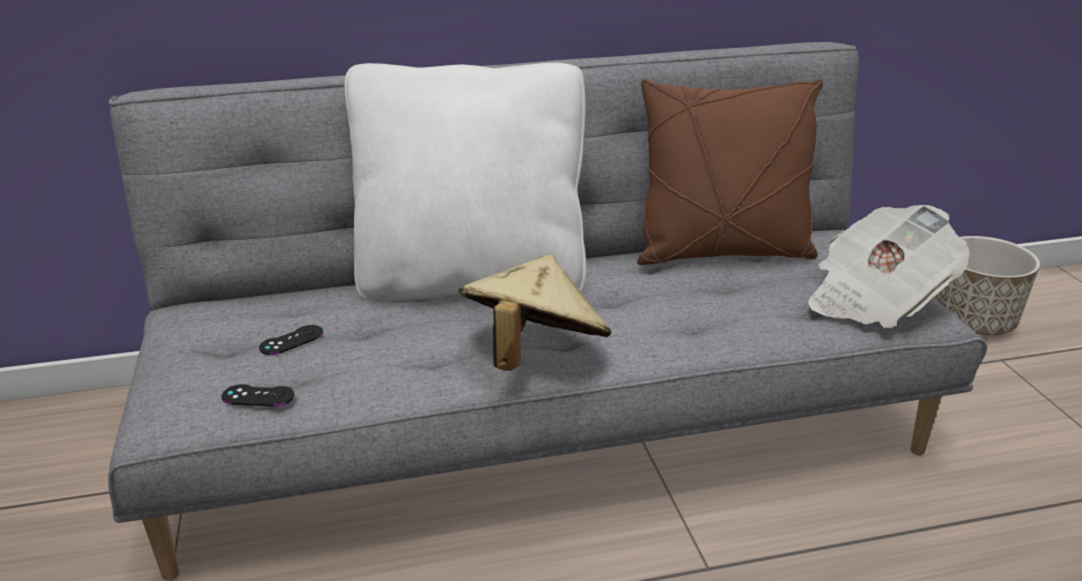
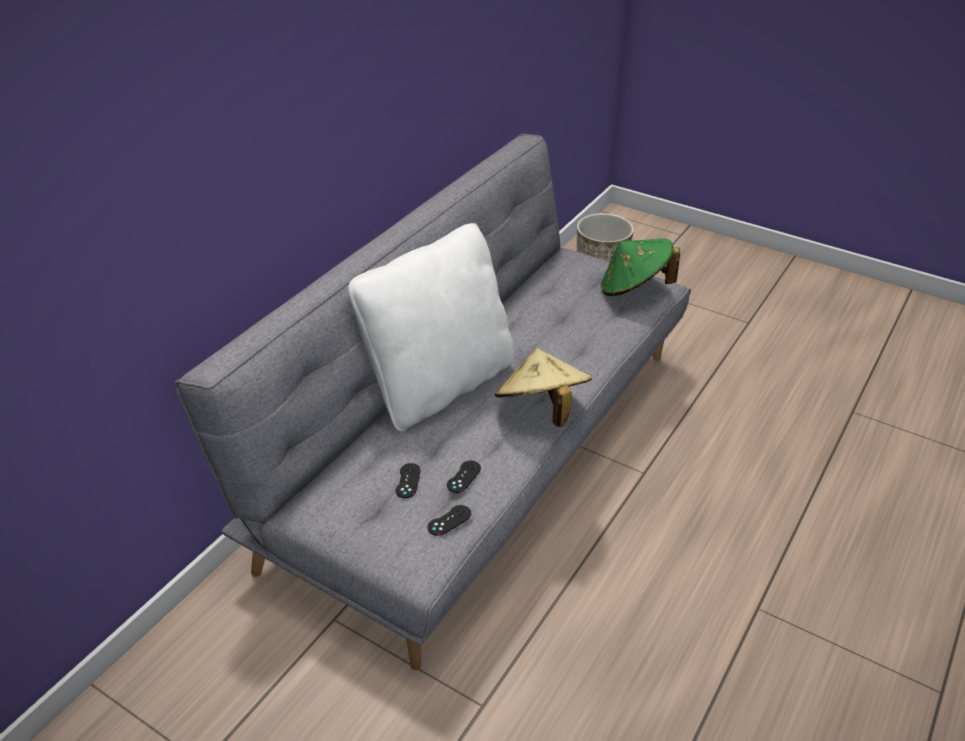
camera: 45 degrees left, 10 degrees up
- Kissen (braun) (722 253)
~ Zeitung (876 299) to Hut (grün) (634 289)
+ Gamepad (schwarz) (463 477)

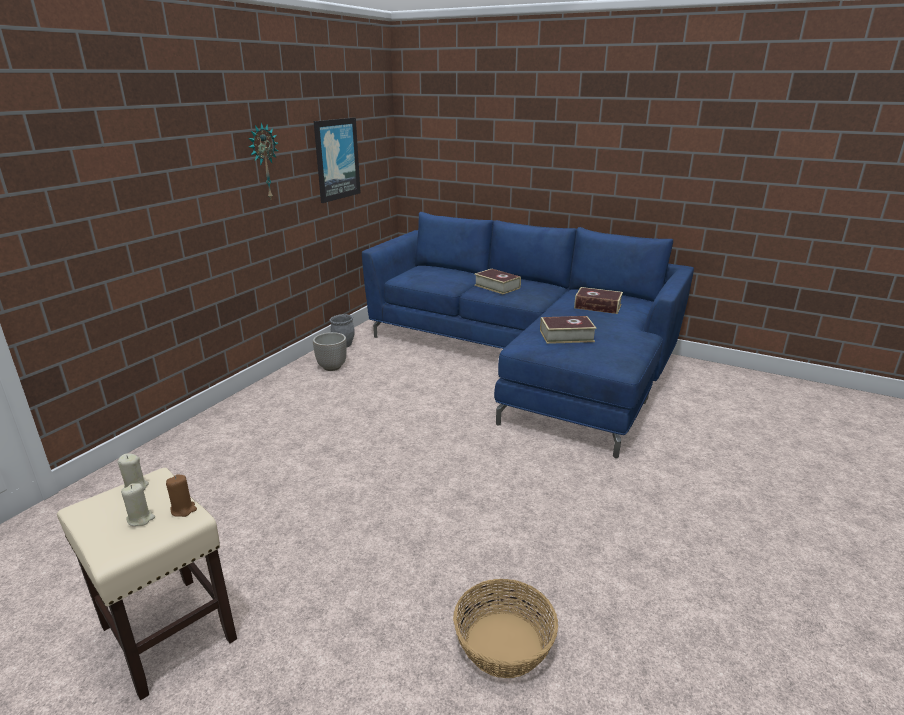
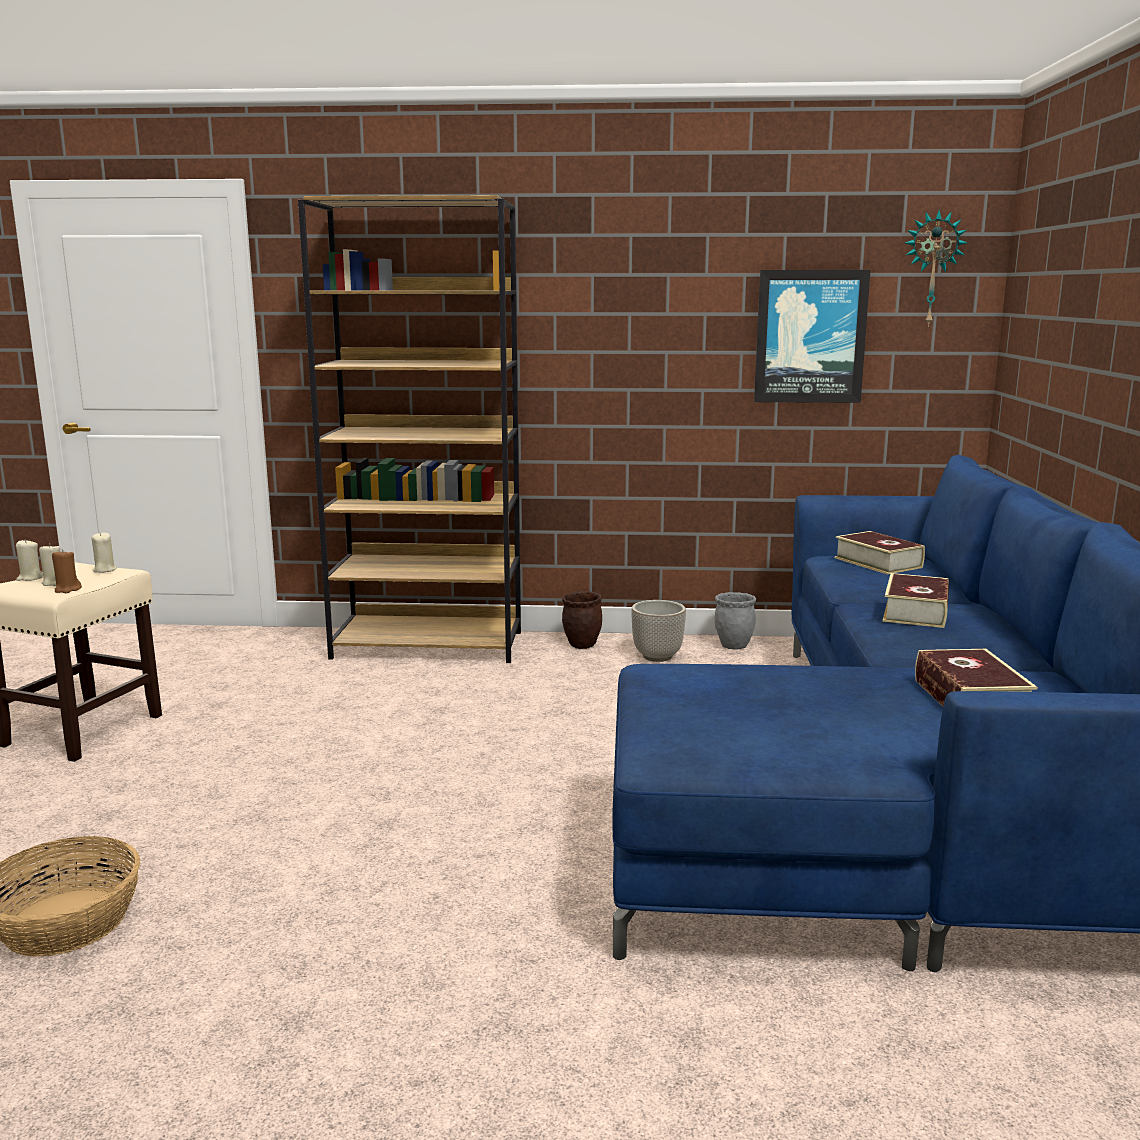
camera: 65 degrees right, 10 degrees down
~ Wanduhr (263 162) to (932 269)
~ Buch (566 336) to (878 562)
+ Bücherregal (braun) (429 645)
+ Kerze (beige) (30 578)
+ Pflanzkübel (braun) (581 645)

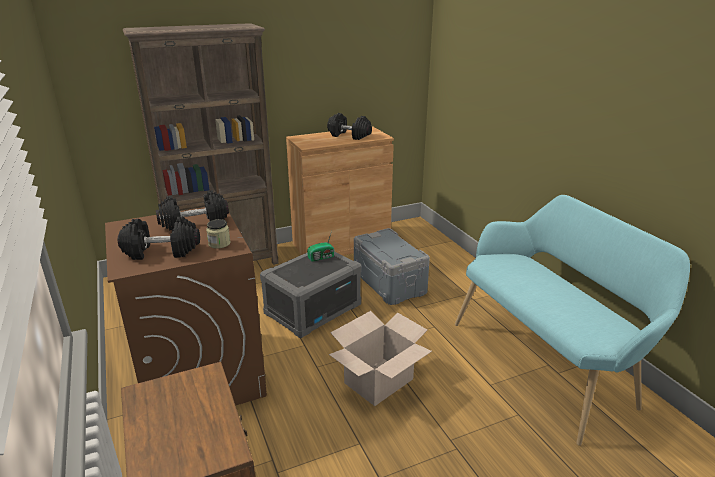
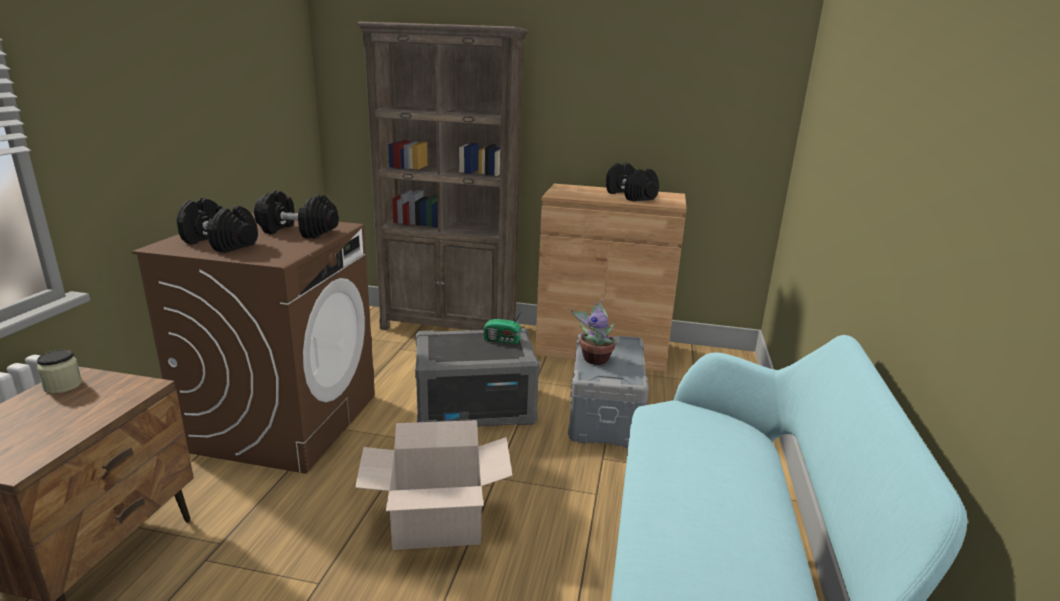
camera: 35 degrees right, 5 degrees down
~ Vorratsglas (219 243) to (63 386)
+ Topfpflanze (594 358)

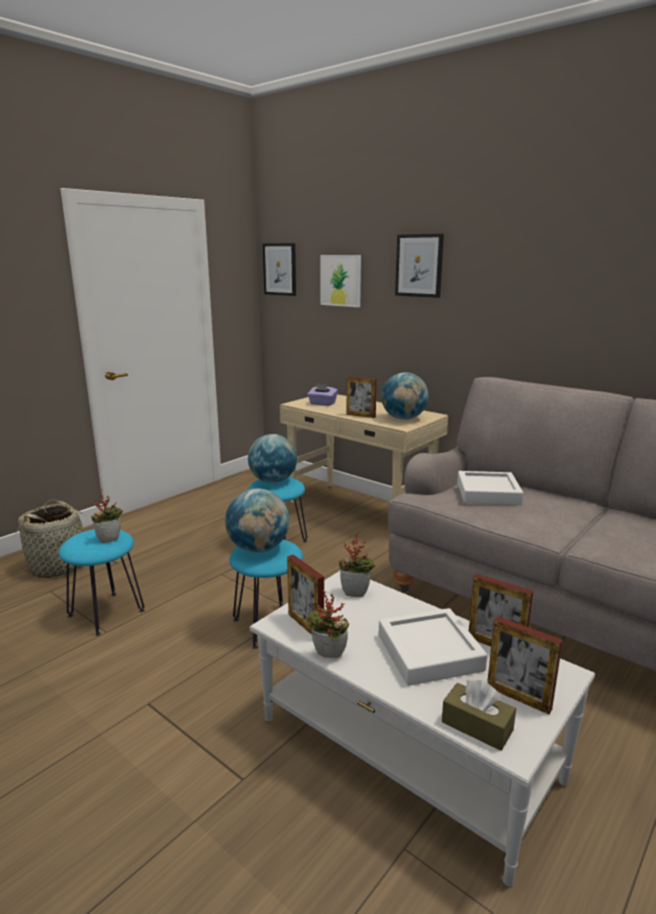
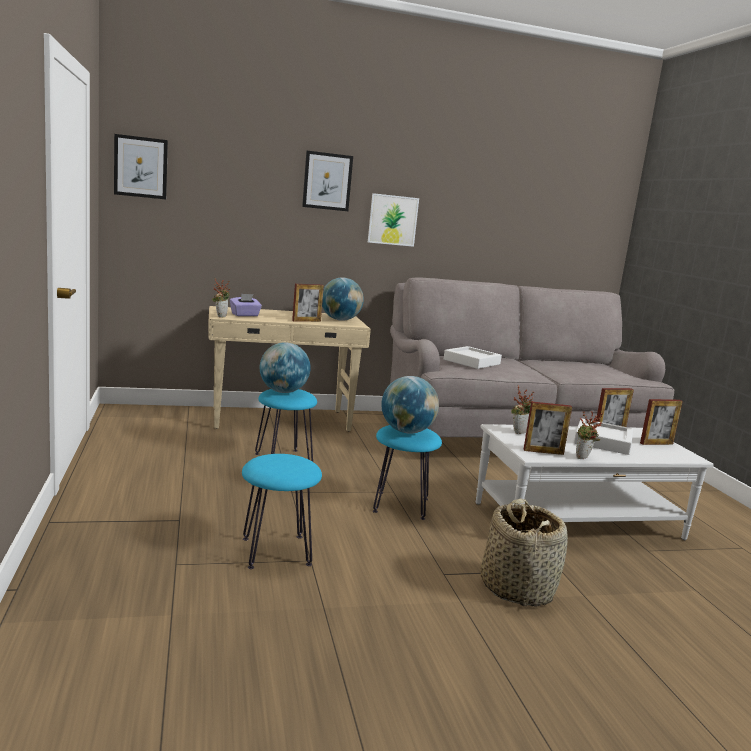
camera: 55 degrees left, 5 degrees down
~ Bild (341 280) to (392 220)
~ Topfpflanze (110 539) to (220 316)
~ Korb (60 566) to (517 588)
- Taschentuchbox (braun) (477 726)

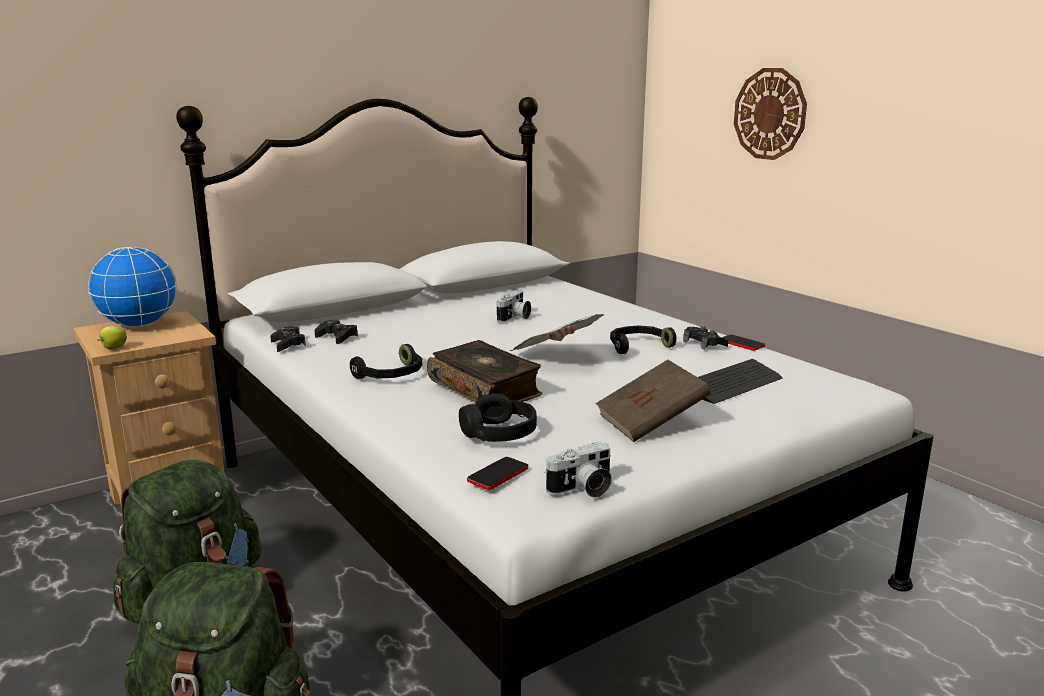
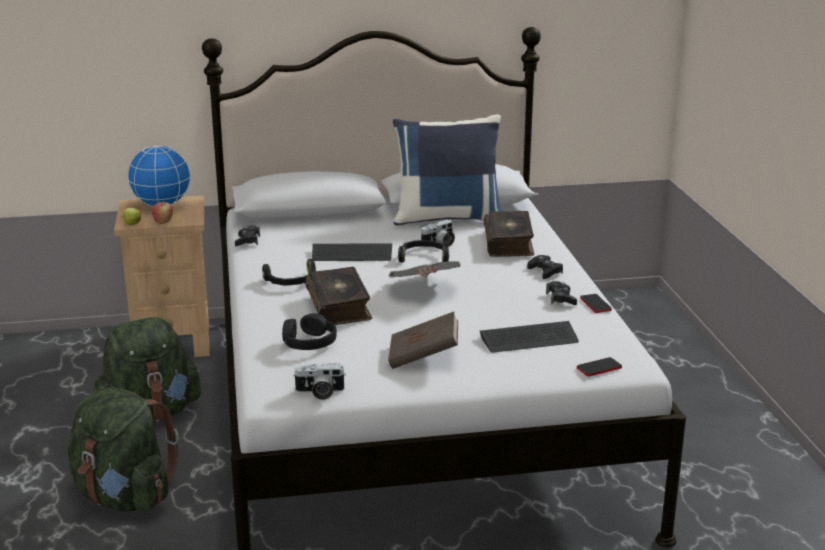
camera: 25 degrees right, 5 degrees up
- Wanduhr (770 114)
~ Gamepad (schwarz) (337 337) to (545 271)
~ Kopfhörer (schwarz) (637 346) to (423 257)
~ Handy (498 474) to (599 368)
+ Kissen (blau) (448 217)
+ Apfel (163 222)
+ Buch (509 243)
+ Tastatur (352 254)

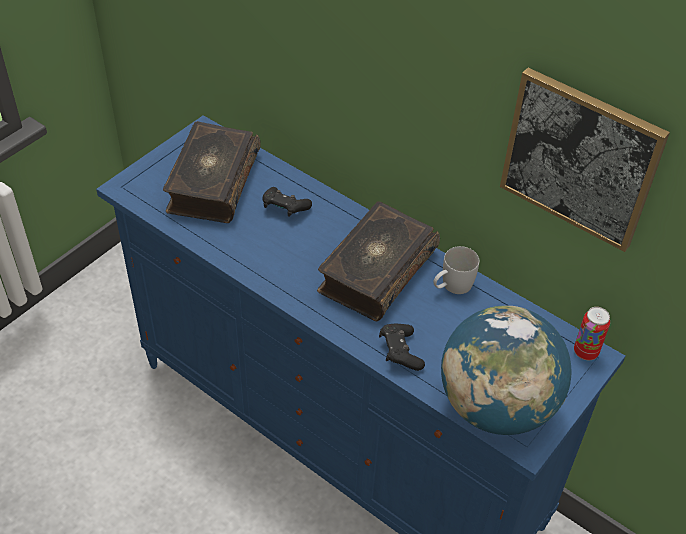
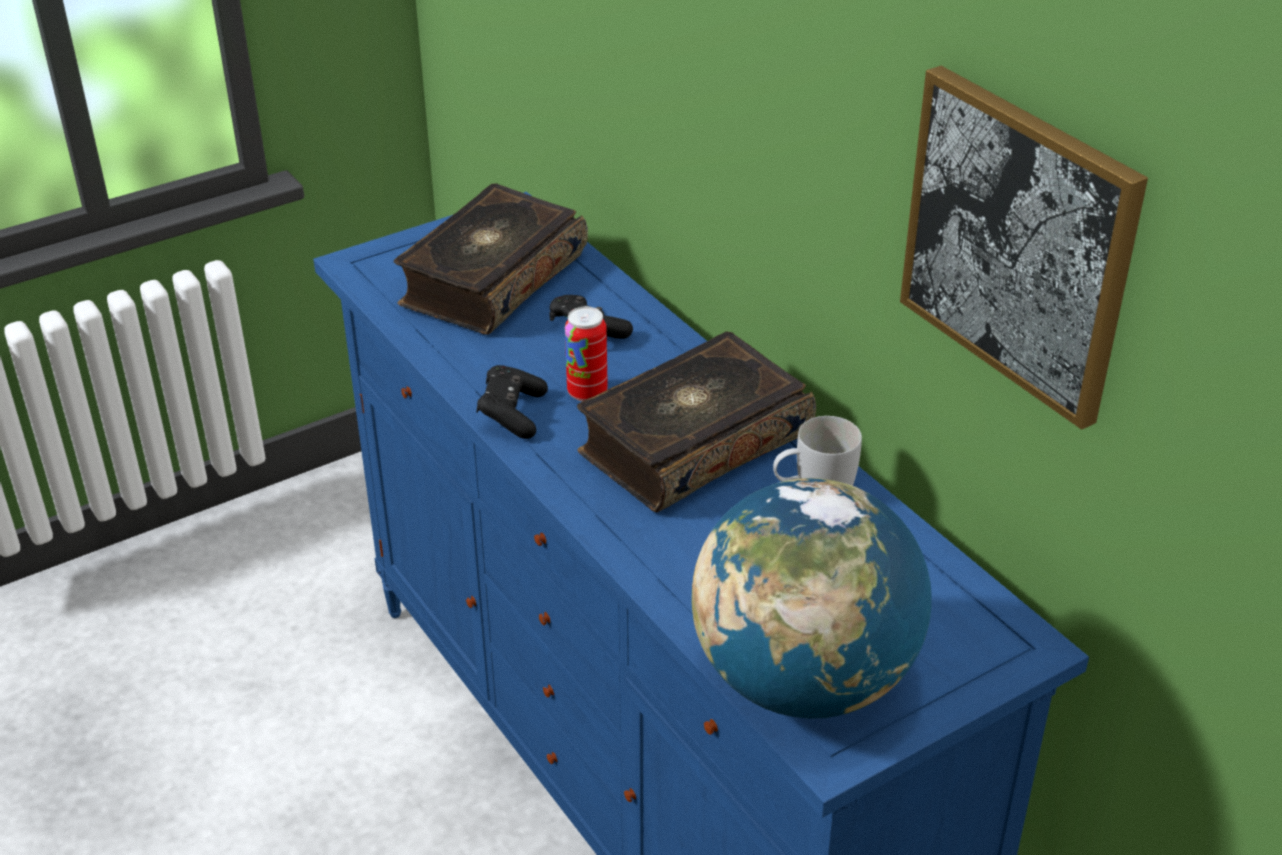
camera: 20 degrees right, 10 degrees down
~ Dose (585 352) to (587 393)
~ Gamepad (schwarz) (400 352) to (512 414)

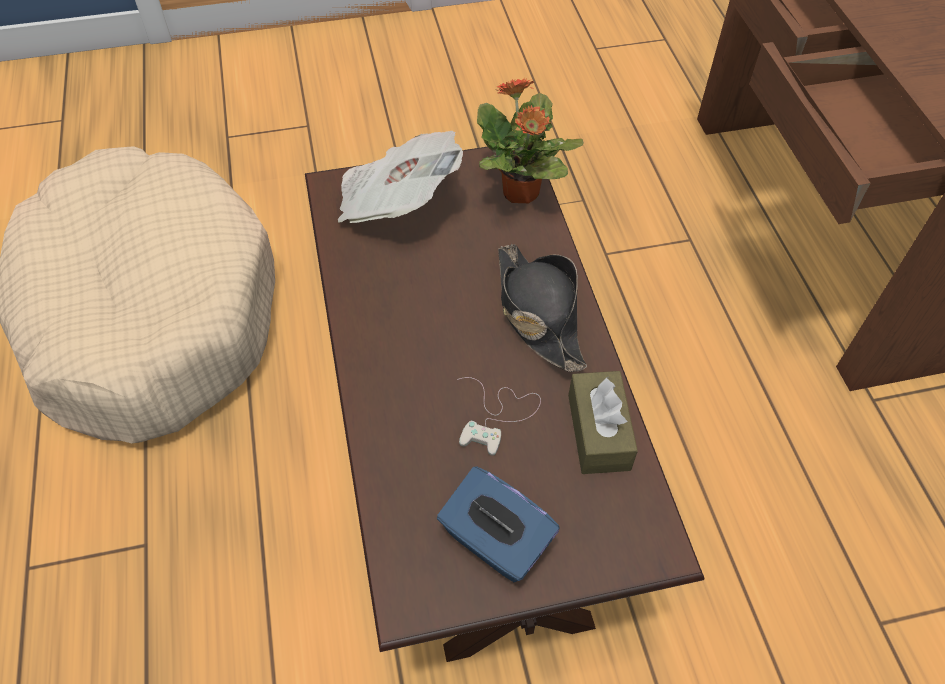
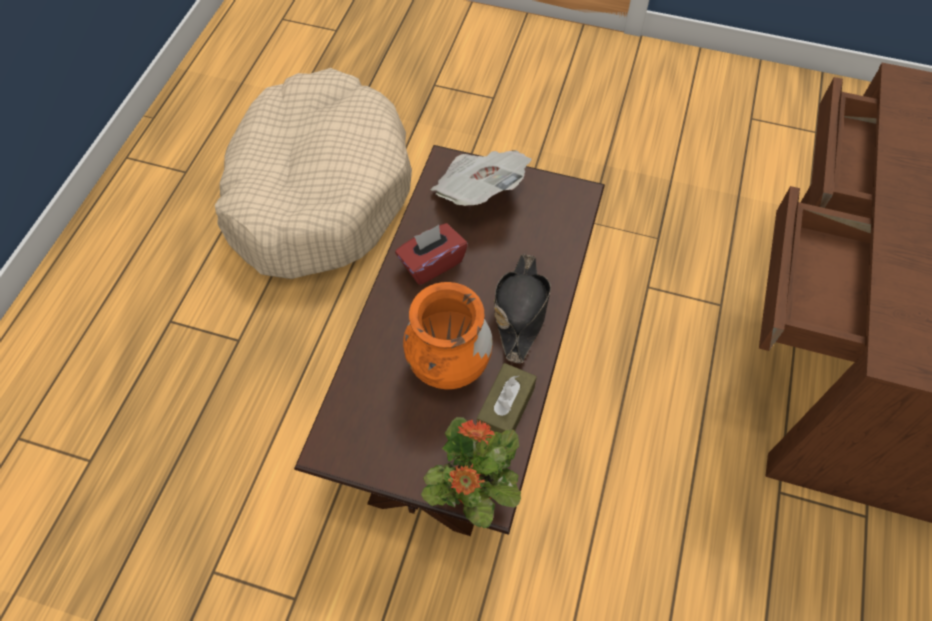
camera: 30 degrees right, 5 degrees up
~ Topfpflanze (520 193) to (472 493)
~ Gamepad (weiß) (497 415) to Vase (orange) (449 366)
- Taschentuchbox (blau) (495 541)
+ Taschentuchbox (rot) (431 263)

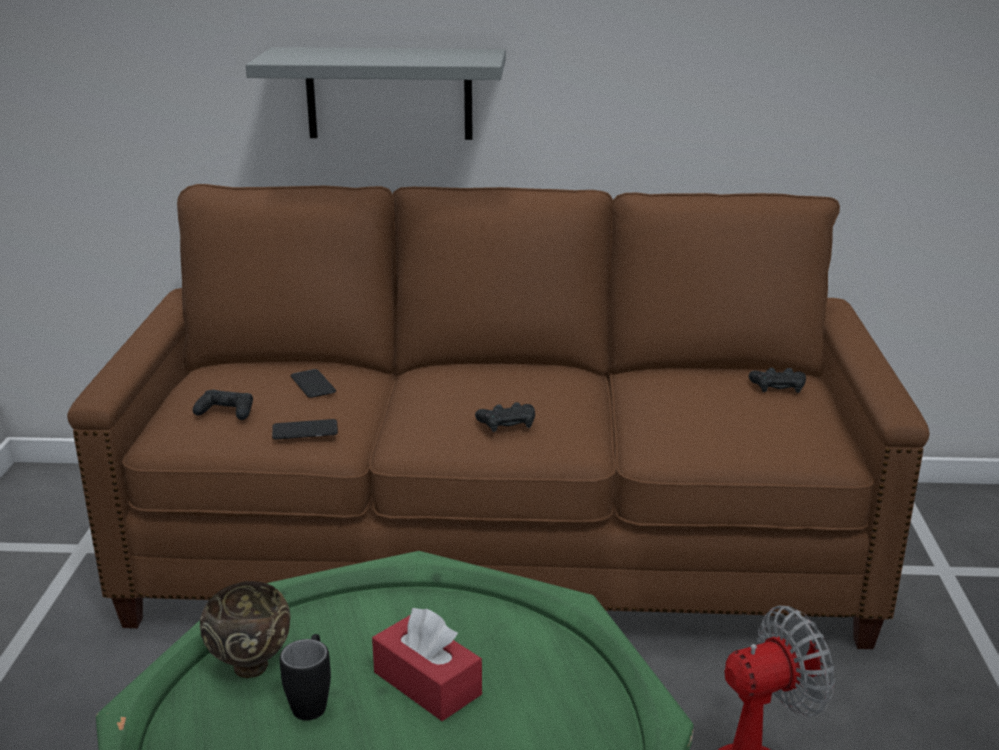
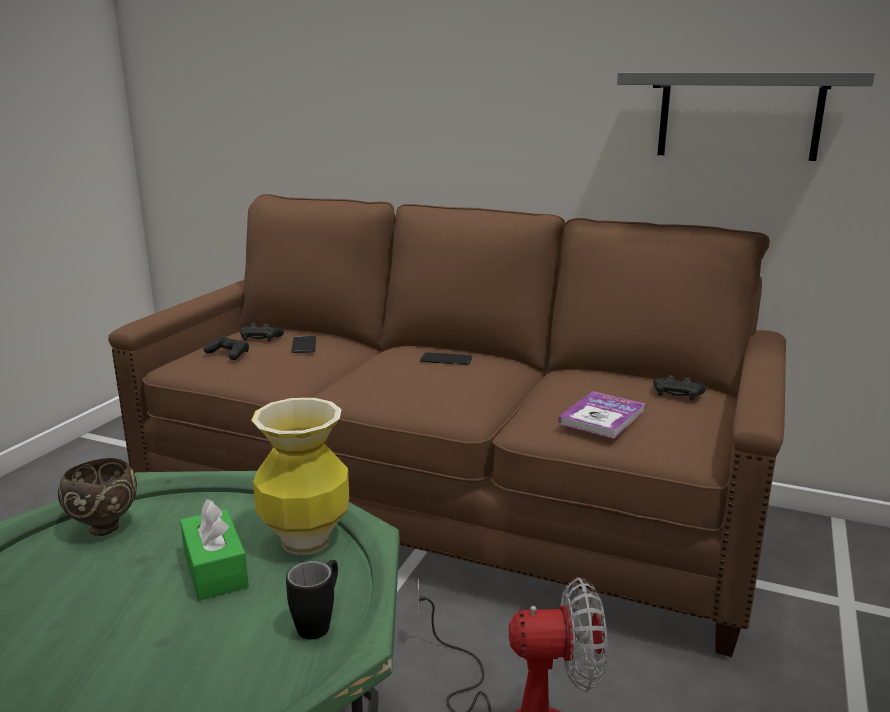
camera: 20 degrees right, 5 degrees down
~ Wandregal (grau) (389 93) to (739 115)
~ Gamepad (schwarz) (507 423) to (261 338)
~ Handy (305 431) to (446 360)
~ Taschentuchbox (rot) (427 683) to Taschentuchbox (grün) (215 569)
~ Henkelbecher (schwarz) (312 700) to (319 622)
+ Buch (602 417)
+ Vase (305 541)

